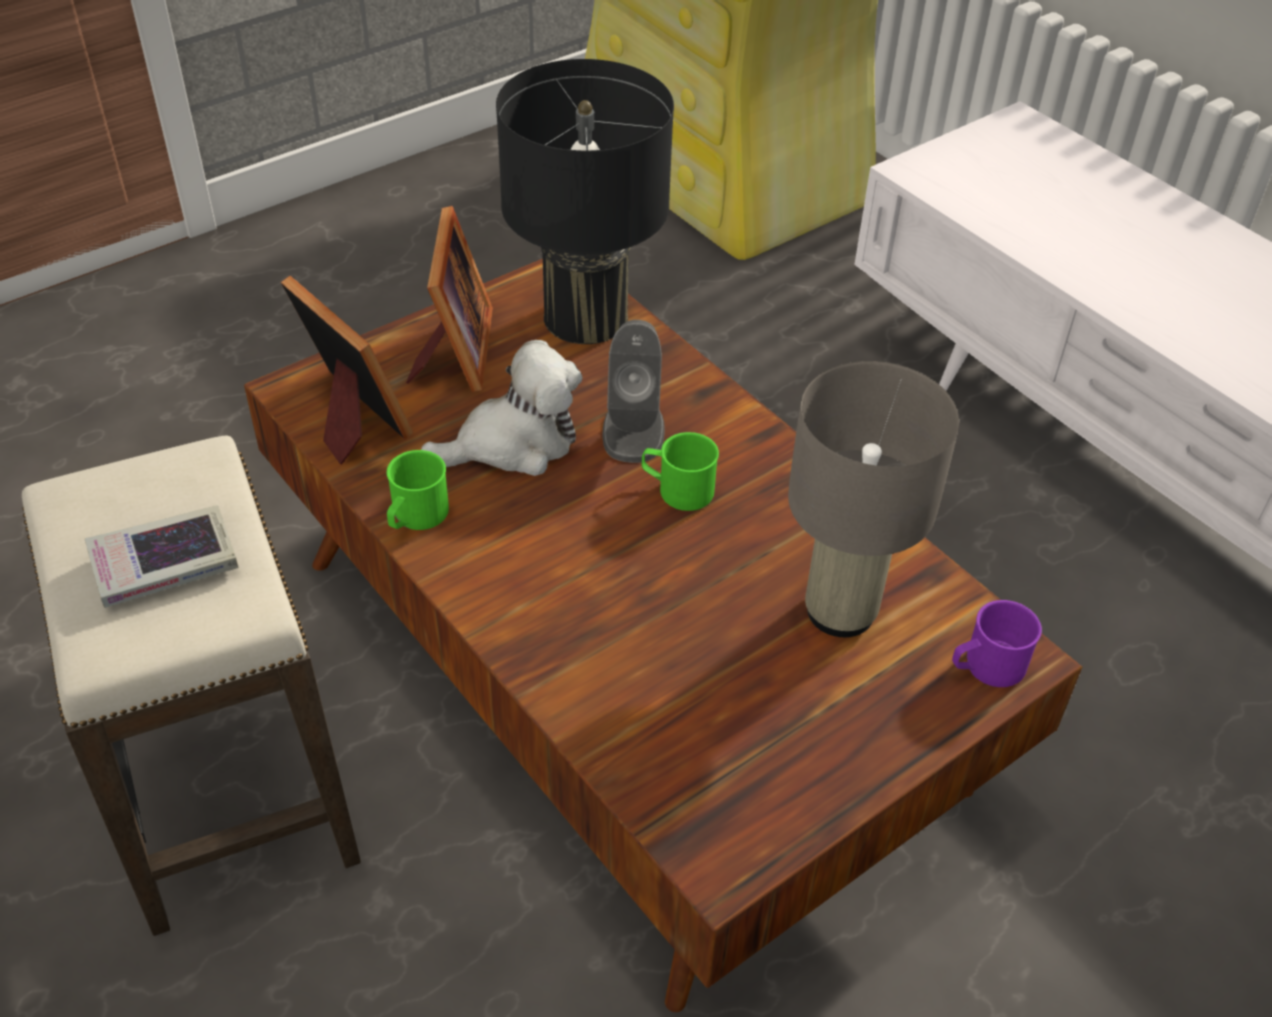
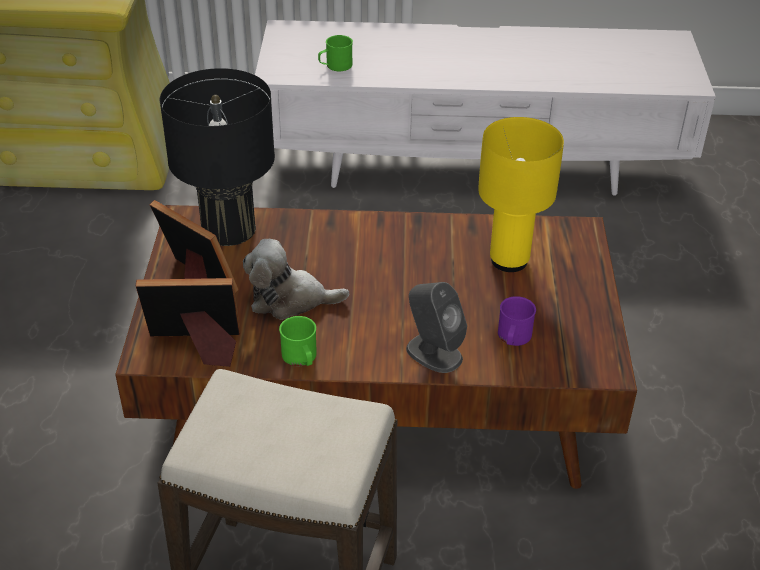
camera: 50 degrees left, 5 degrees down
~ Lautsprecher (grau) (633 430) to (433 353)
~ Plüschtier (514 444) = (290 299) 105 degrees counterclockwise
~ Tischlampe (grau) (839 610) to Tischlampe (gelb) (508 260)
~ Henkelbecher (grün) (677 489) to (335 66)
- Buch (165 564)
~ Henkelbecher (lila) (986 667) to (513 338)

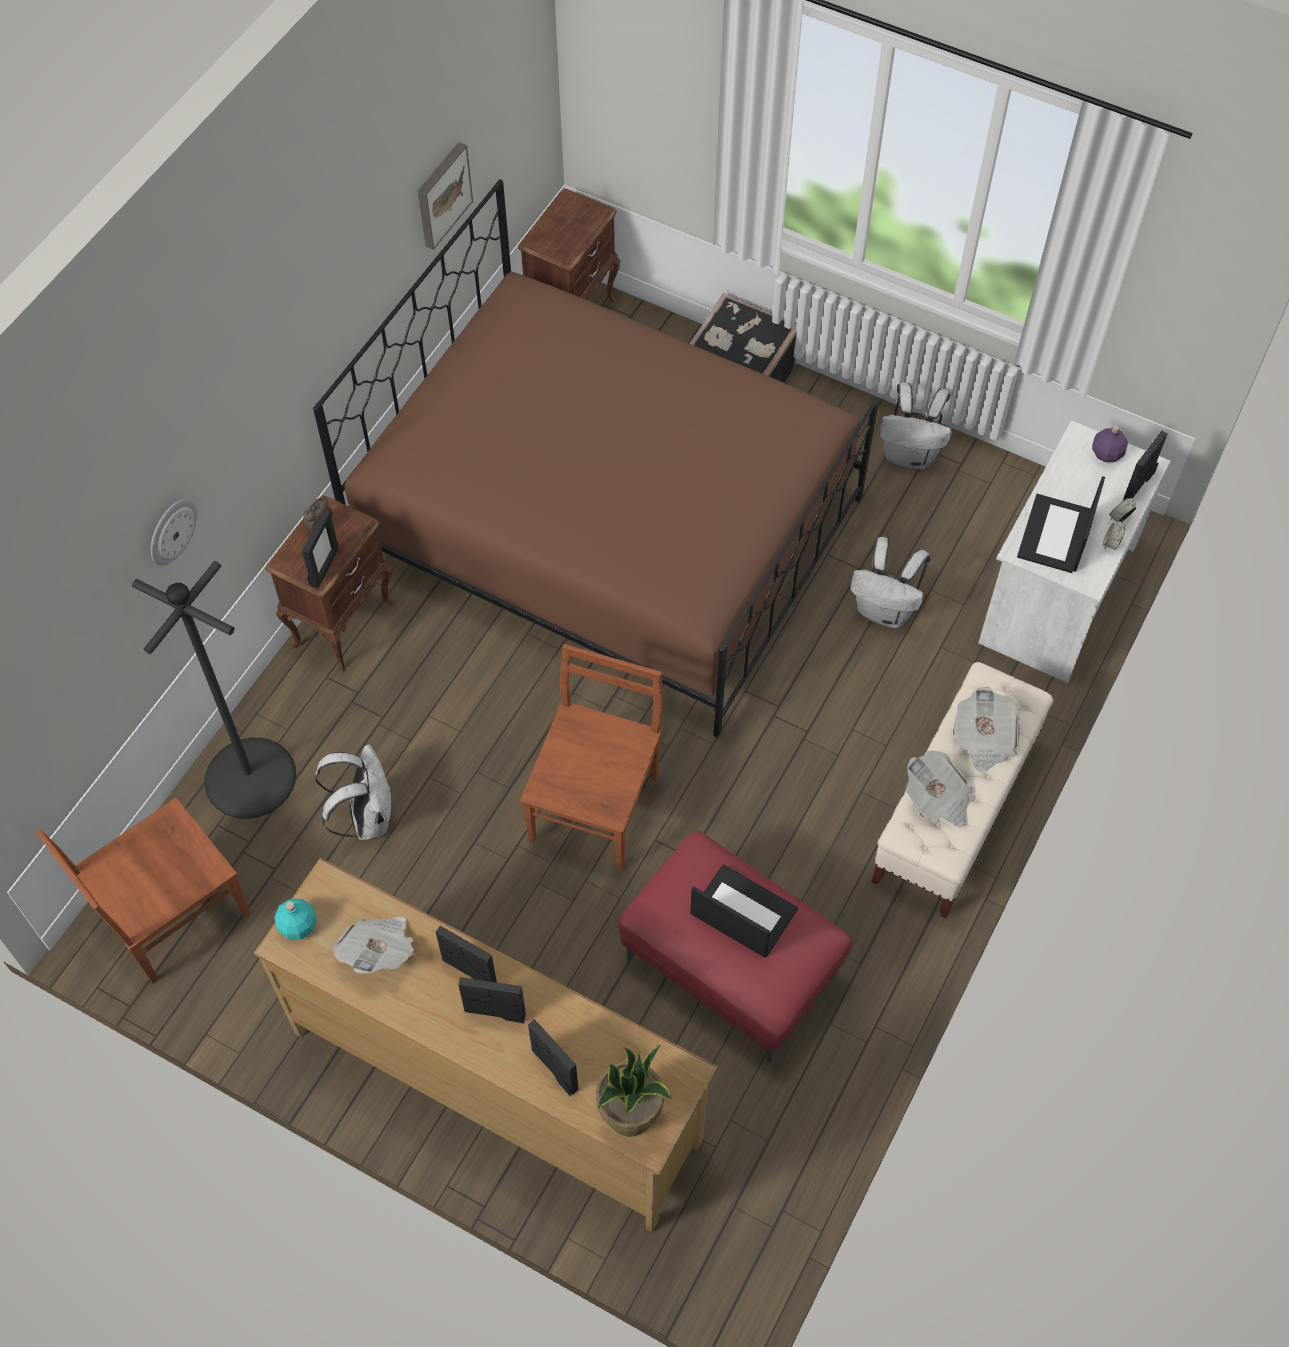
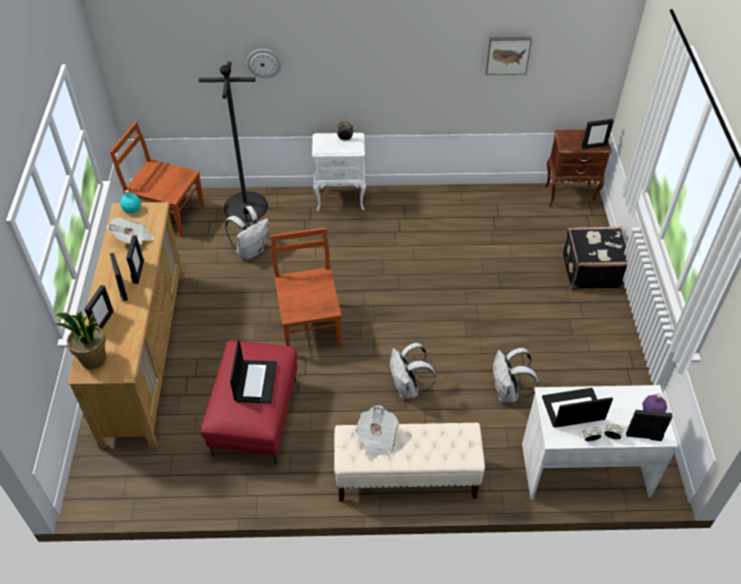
camera: 60 degrees right, 10 degrees down
- Bett (braun) (607 528)
~ Rucksack (weiß) (910 455) to (408 389)
~ Nachttisch (braun) (343 624) to Nachttisch (weiß) (340 199)
~ Bilderrahmen (324 567) to (594 146)
~ Stuhl (braun) (596 805) = (309 326) 90 degrees counterclockwise
- Zeitung (983 739)

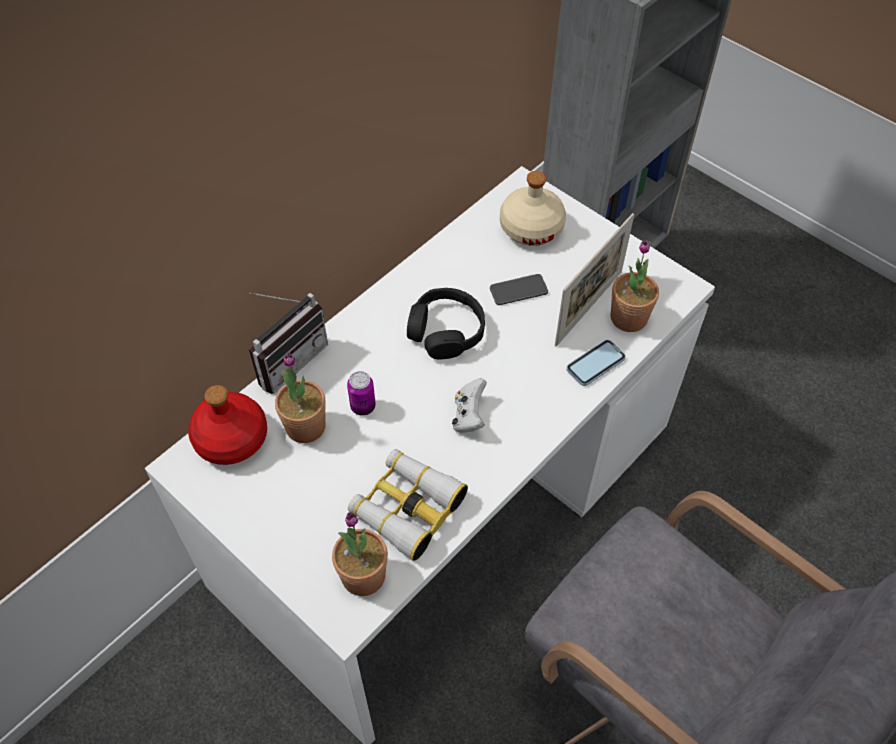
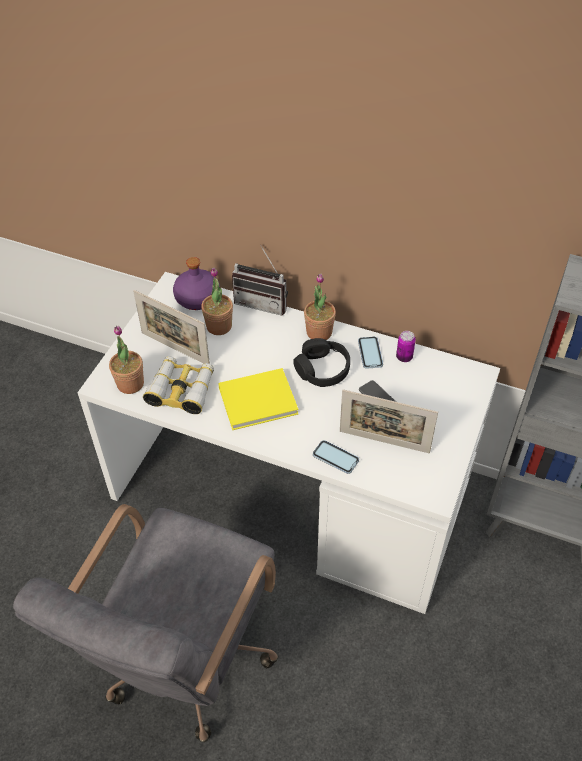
camera: 70 degrees right, 5 degrees down
- Flasche (beige) (531 227)
~ Topfpflanze (628 318) to (319 332)
~ Dose (363 406) to (404 357)
~ Gamepad (weiß) (469 416) to Buch (gelb) (260 400)
~ Flasche (rot) (231 439) to Flasche (lila) (197 298)
+ Bilderrahmen (175 349)
+ Handy (370 353)

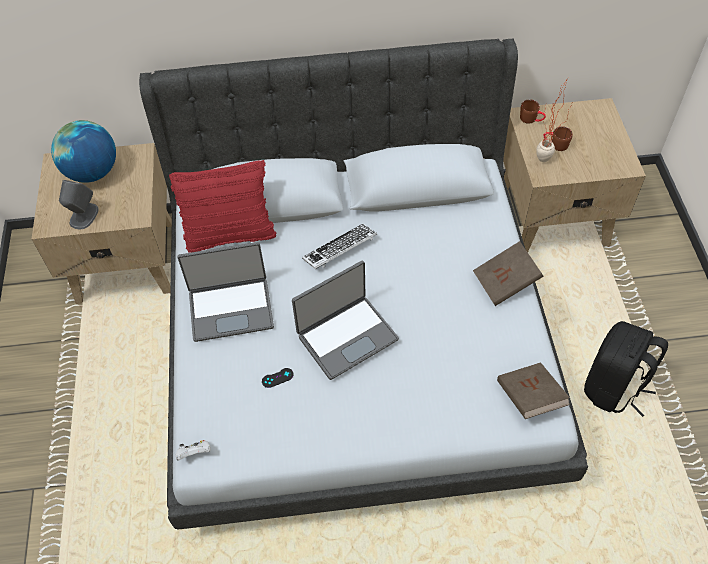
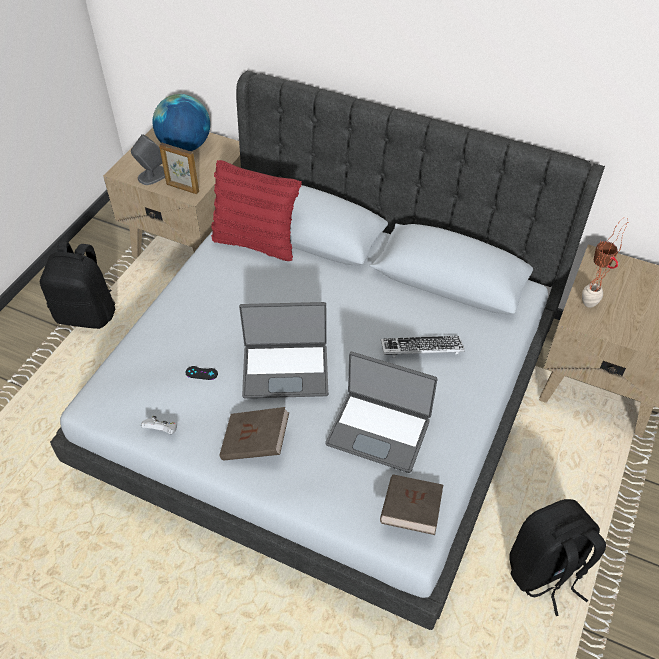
camera: 30 degrees right, 5 degrees down
- Henkelbecher (braun) (555 145)
~ Tastatur (340 249) to (421 349)
~ Buch (braun) (505 282) to (255 443)
~ Laptop (231 309) to (379 430)
~ Gamepad (weiß) (195 453) to (162 431)
+ Bilderrahmen (182 188)
+ Rucksack (schwarz) (87 314)

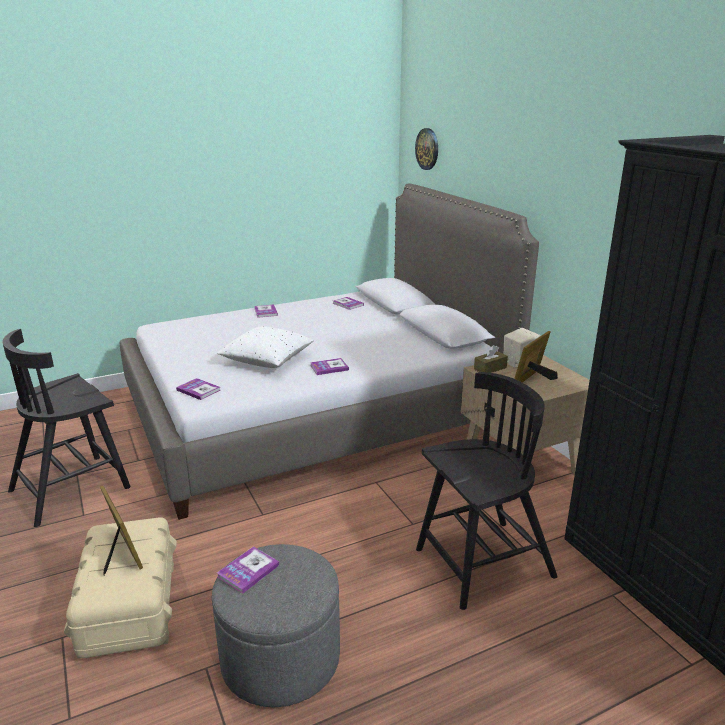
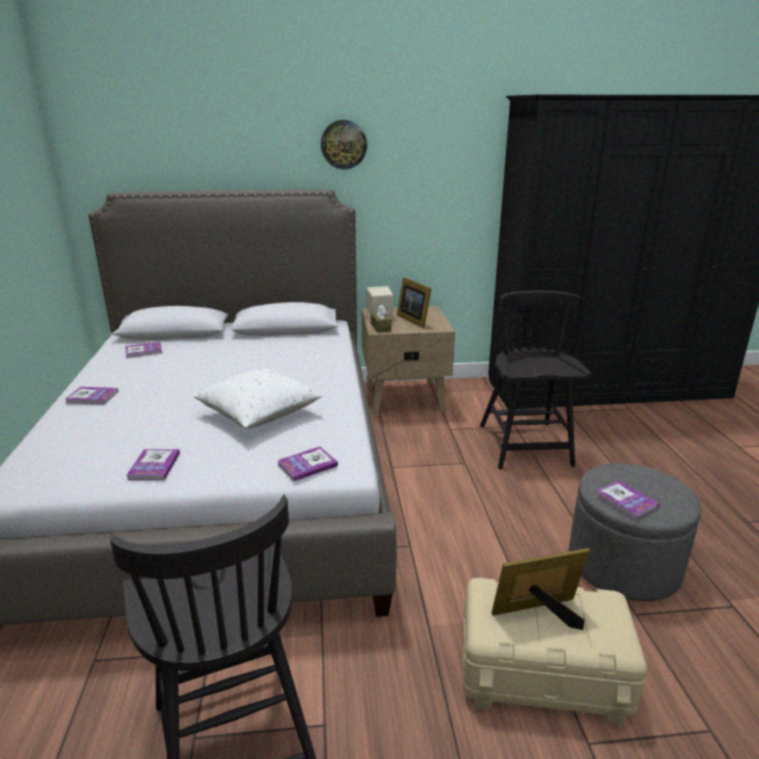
camera: 70 degrees left, 0 degrees up
~ Wanduhr (427 149) to (343 144)
~ Buch (329 367) to (154 466)

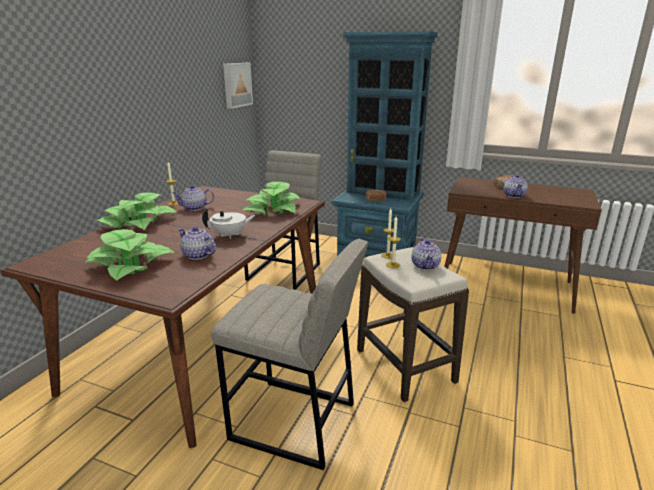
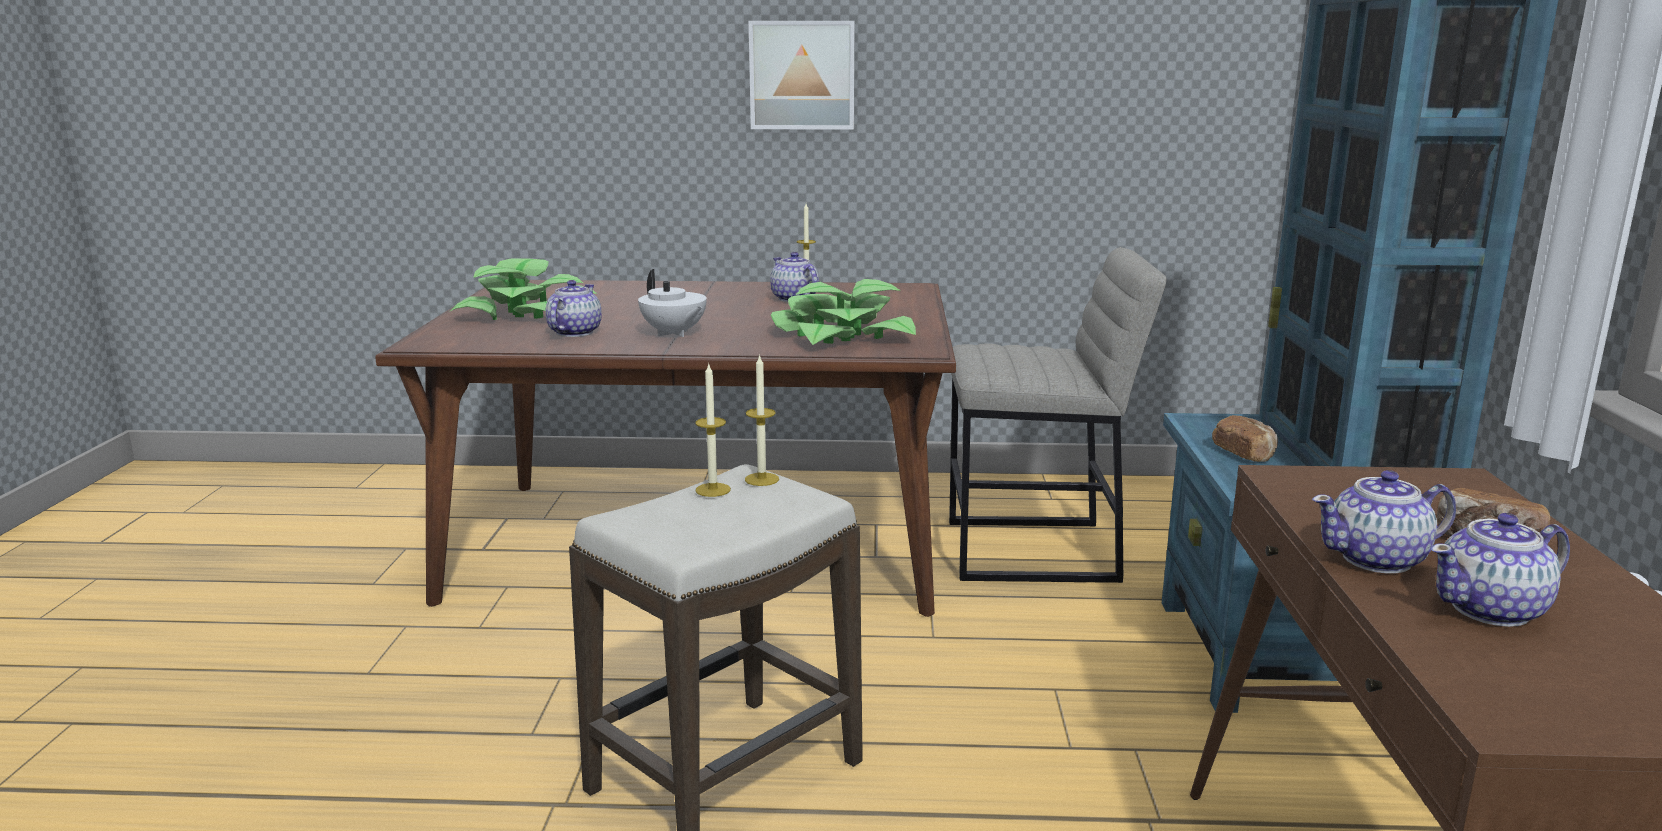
camera: 70 degrees right, 5 degrees down
~ Bild (236 85) to (802 75)
- Topfpflanze (138 222)
~ Teekanne (425 265) to (1492 610)
- Stuhl (grau) (296 422)

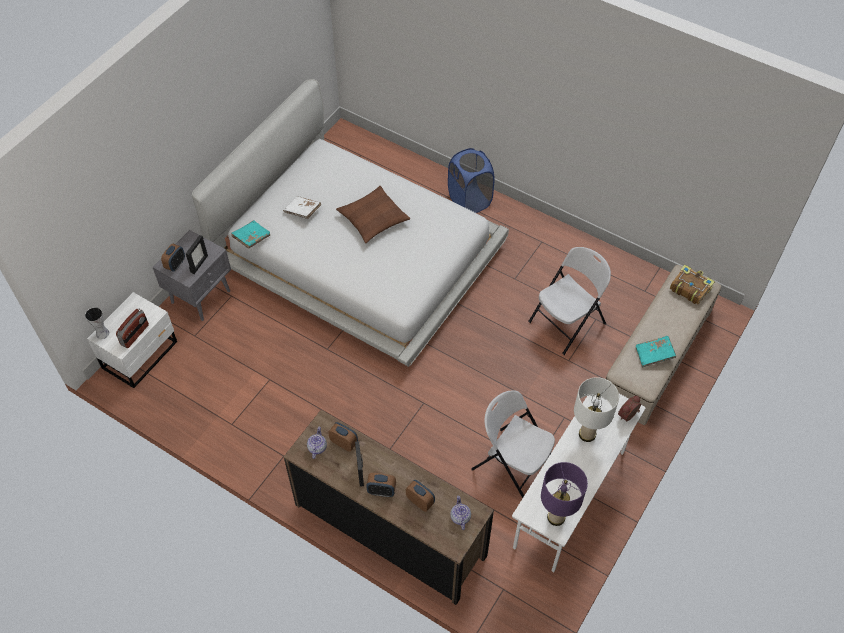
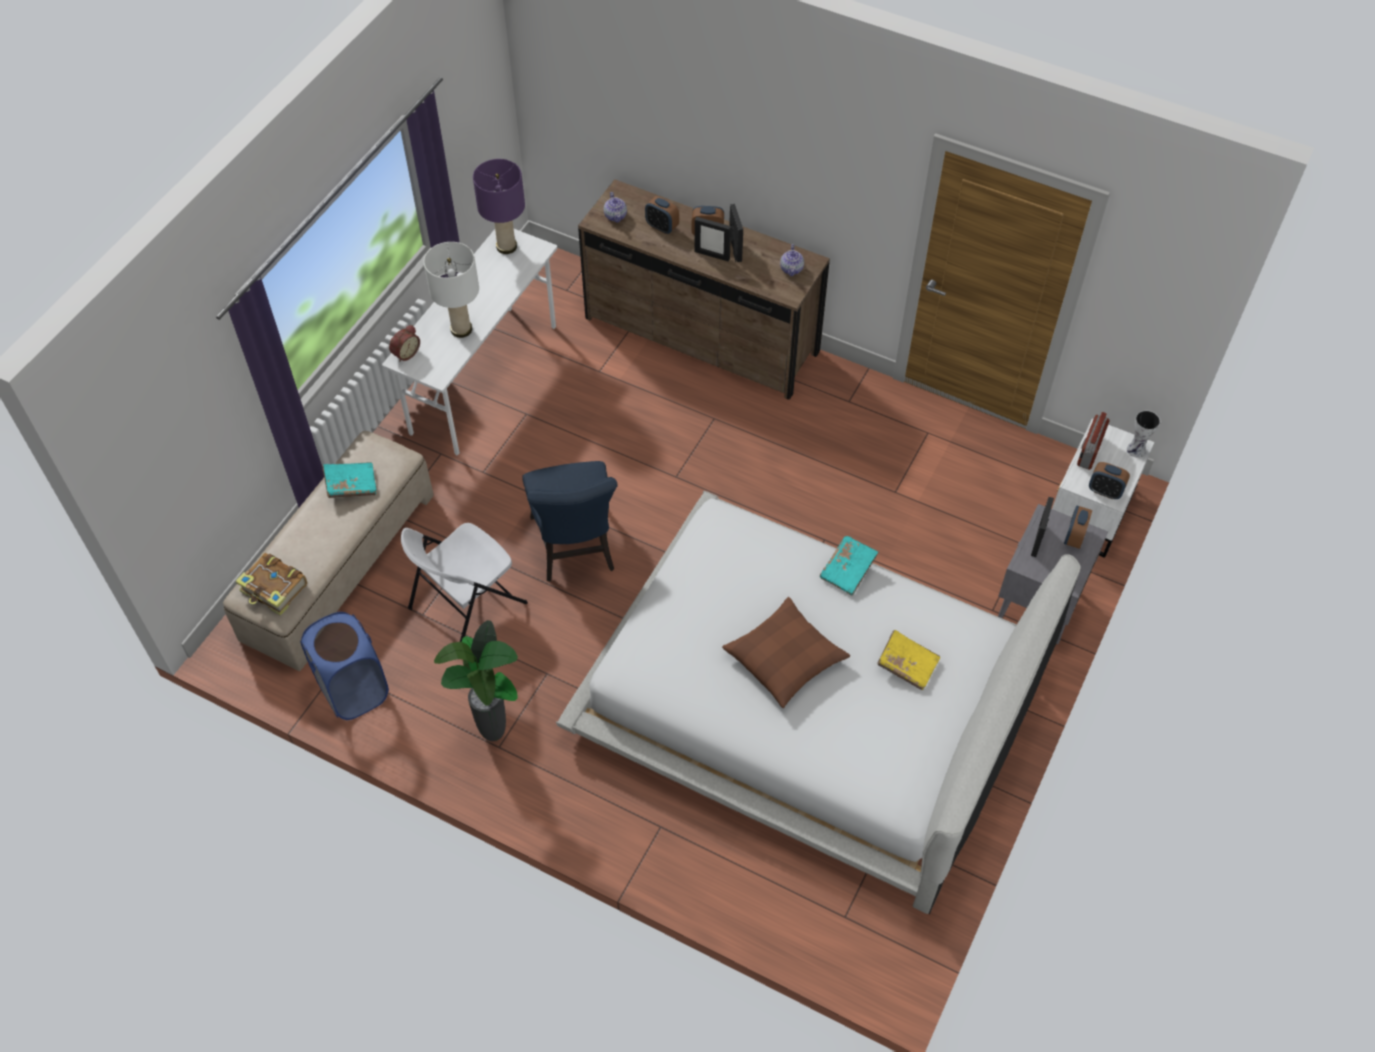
camera: 175 degrees right, 0 degrees up
~ Wäschekorb (blau) (469 200) to (353 690)
~ Buch (weiß) (302 211) to Buch (gelb) (907 665)
~ Buch (türkis) (251 238) to (848 570)
- Stuhl (weiß) (513 465)
~ Wecker (344 443) to (1105 491)
+ Bilderrahmen (712 254)
+ Stuhl (blau) (575 548)
+ Topfpflanze (495 735)

